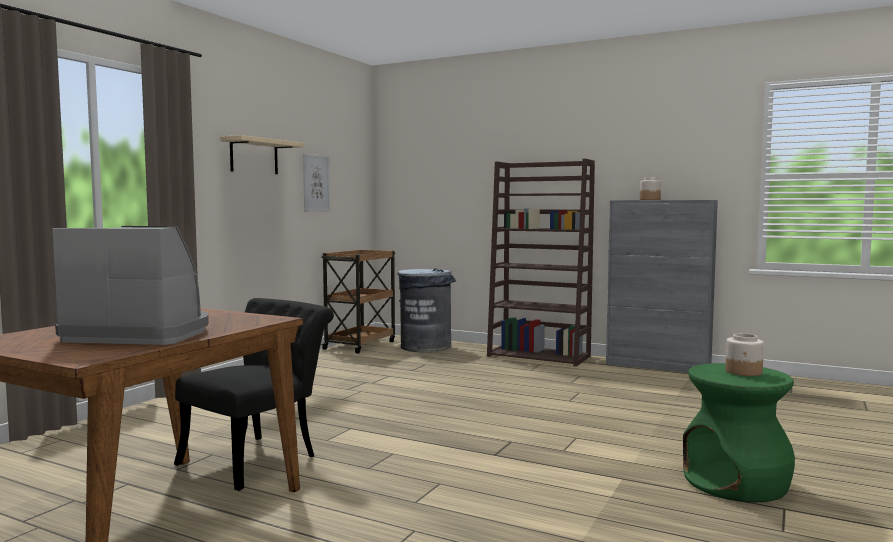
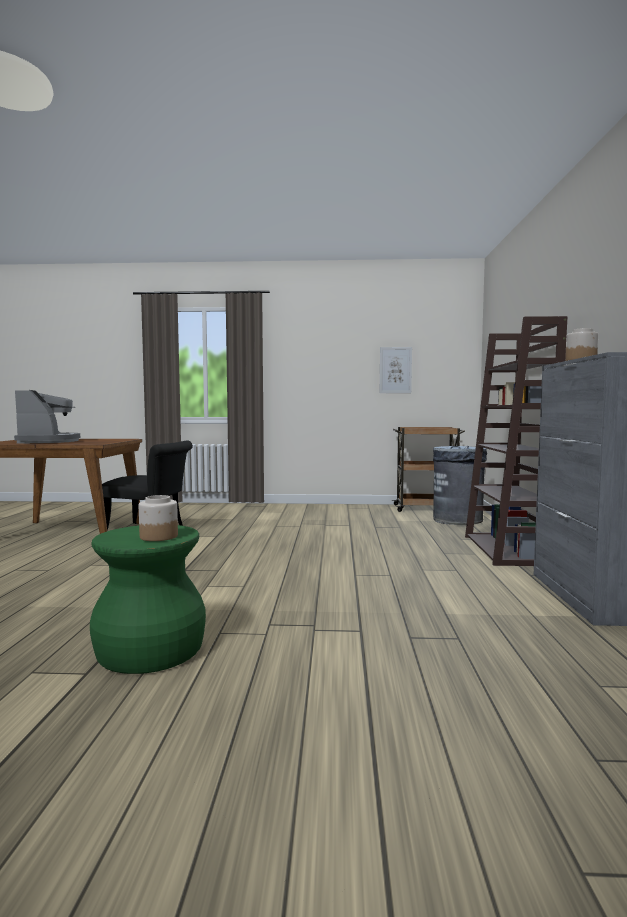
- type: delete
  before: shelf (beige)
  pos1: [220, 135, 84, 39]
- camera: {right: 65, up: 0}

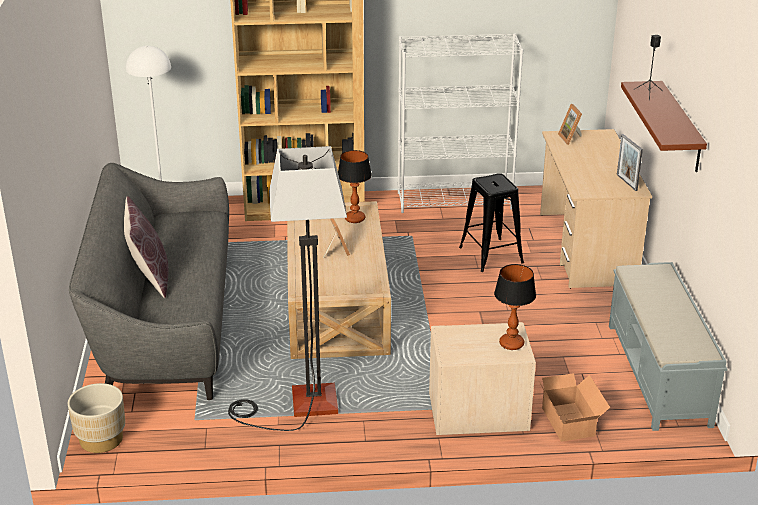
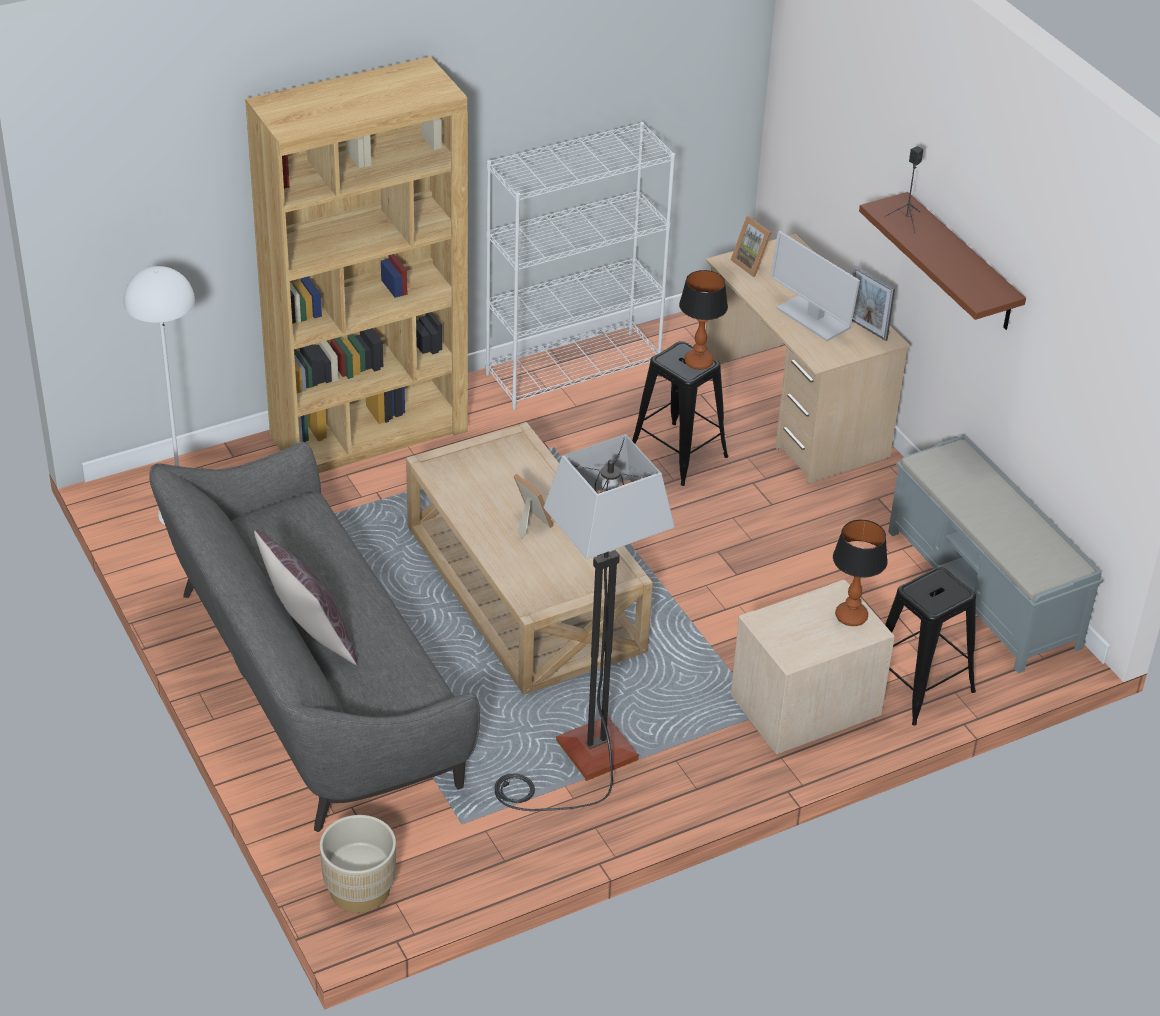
- type: move
  before: table lamp
  pos1: [338, 150, 34, 73]
  pos2: [679, 270, 49, 100]
- type: replace
  before: cardboard box
  after: stool (black)
  pos1: [539, 373, 71, 69]
  pos2: [885, 567, 91, 159]
- type: insert
  after: monitor
  pos2: [770, 231, 90, 110]
- camera: {right: -25, up: 10}

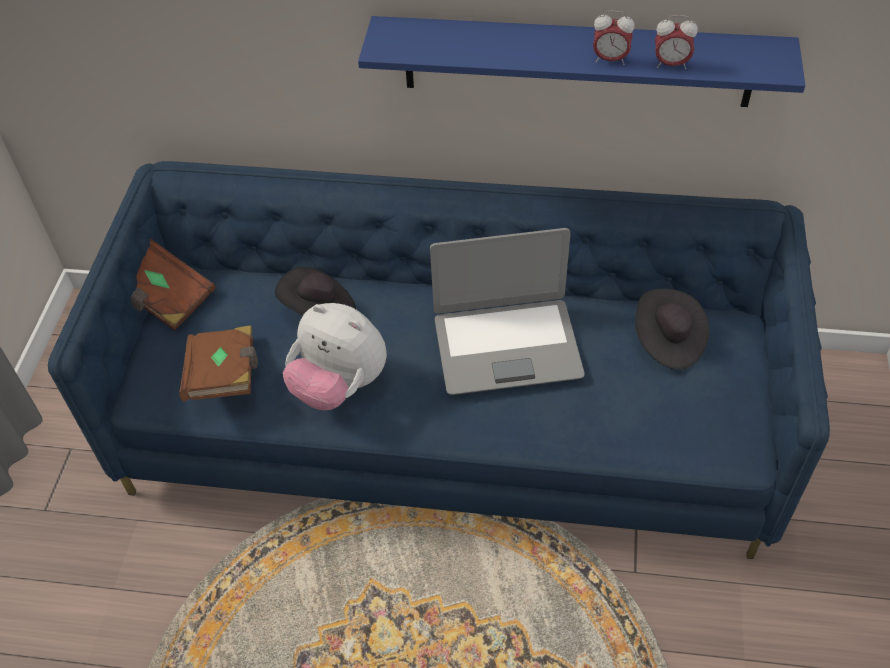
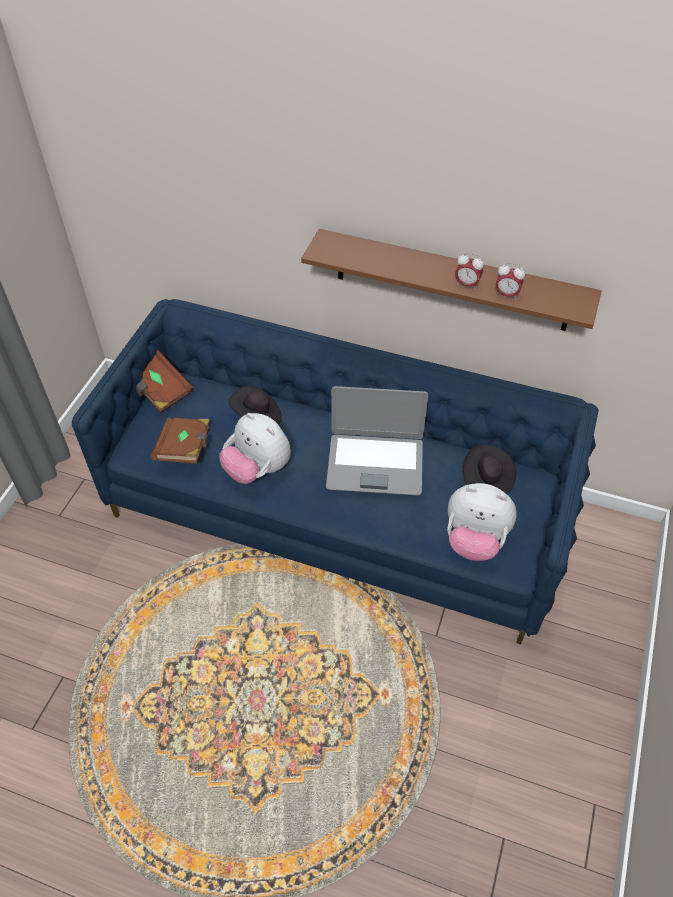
- type: recolor
  before: shelf (blue)
  after: shelf (brown)
  pos1: [358, 16, 447, 91]
  pos2: [301, 229, 300, 102]
- type: insert
  after: plush toy
  pos2: [447, 483, 70, 78]
- camera: {right: 10, up: 0}

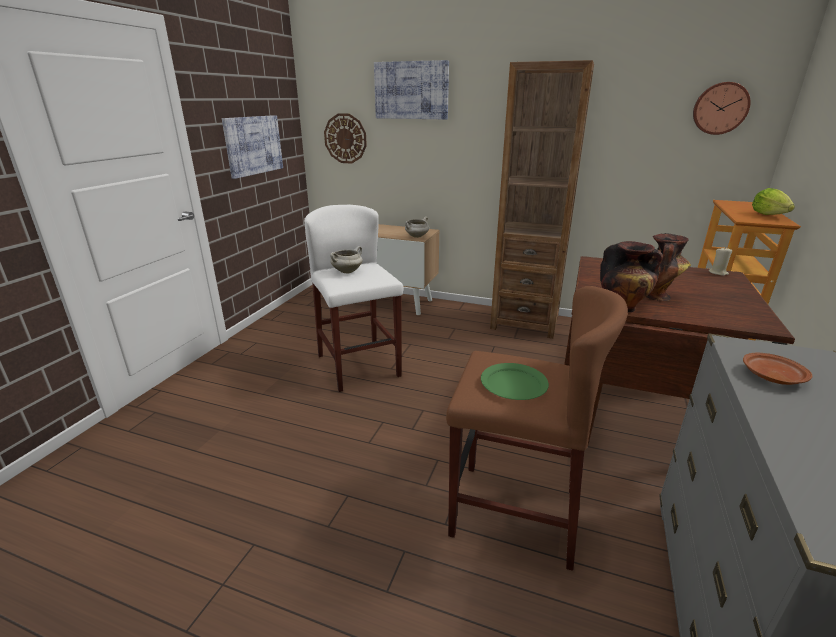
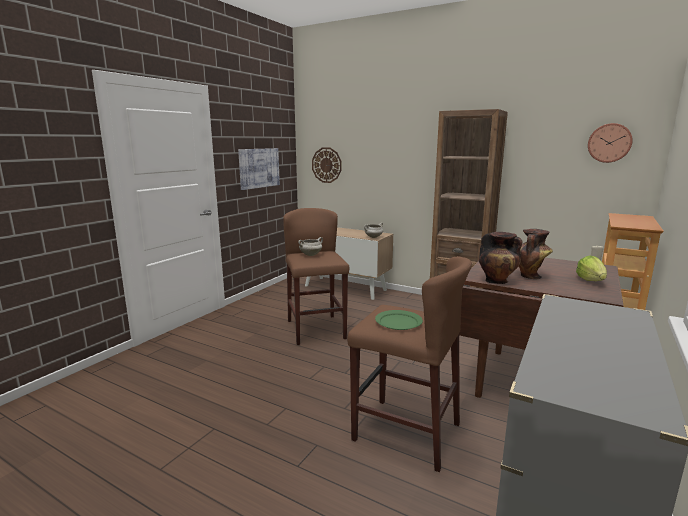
- type: delete
  before: picture
  pos1: [374, 60, 75, 59]
- type: move
  before: lettuce
  pos1: [752, 188, 43, 27]
  pos2: [576, 255, 31, 26]
- type: recolor
  before: stool (white)
  after: stool (brown)
  pos1: [304, 205, 99, 187]
  pos2: [283, 208, 66, 137]
- type: delete
  before: plate (brown)
  pos1: [743, 353, 69, 32]
- camera: {right: 10, up: -10}

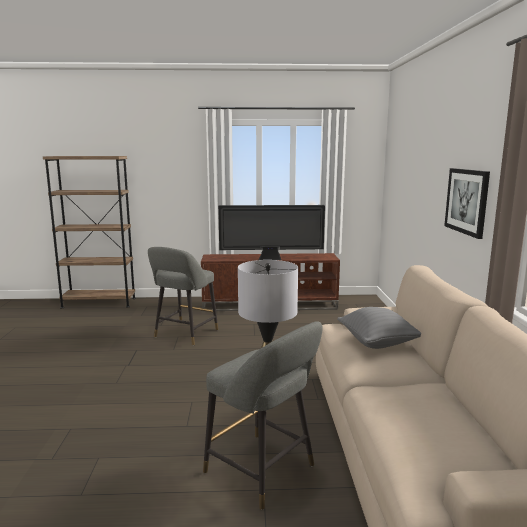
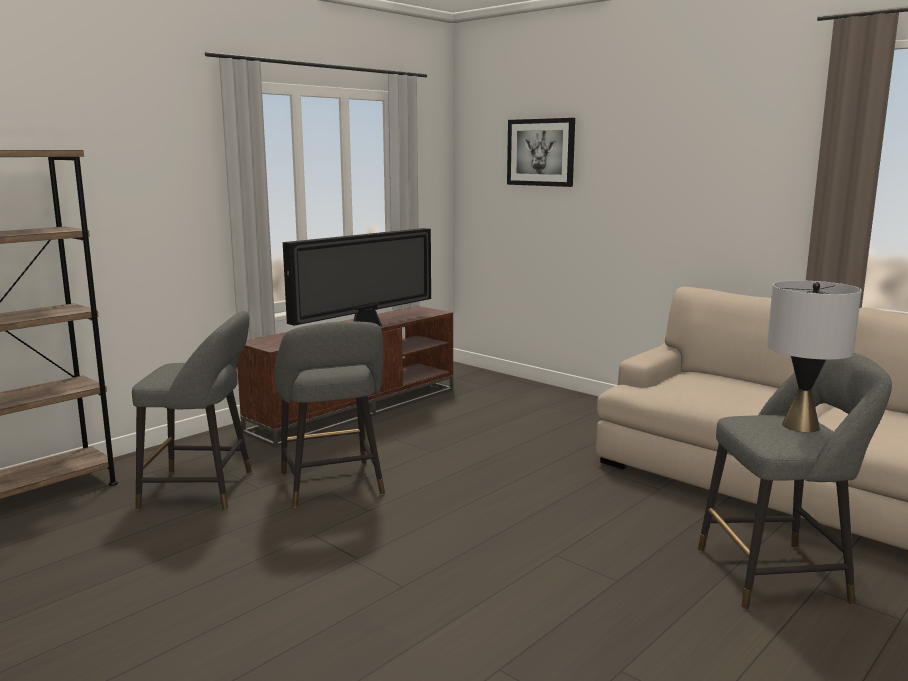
- type: move
  before: picture
  pos1: [444, 168, 46, 71]
  pos2: [507, 118, 68, 69]
- type: delete
  before: pillow (grey)
  pos1: [337, 307, 84, 42]
- type: insert
  after: stool (grey)
  pos2: [132, 311, 120, 199]
- camera: {right: -45, up: 0}

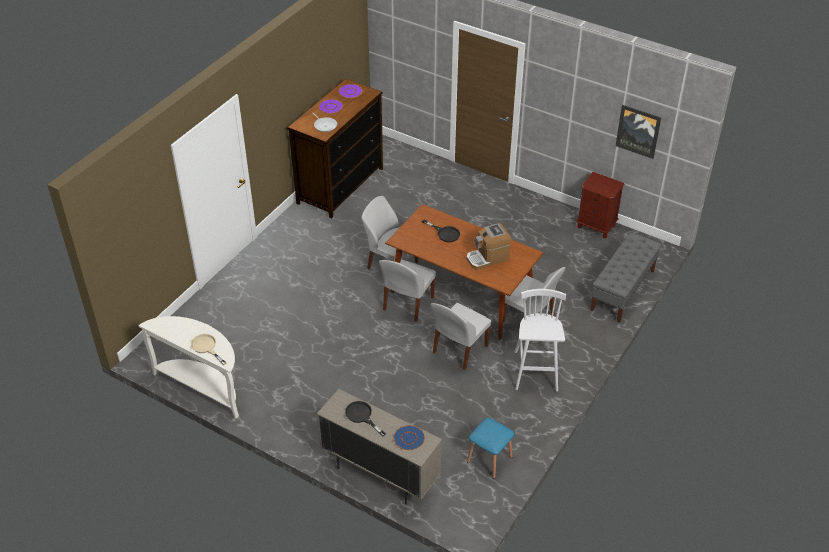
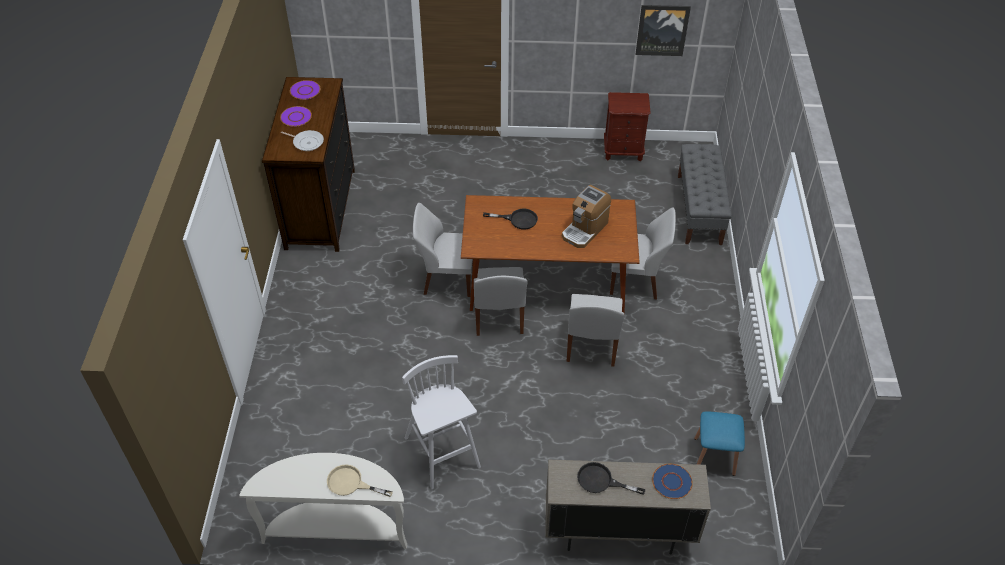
- type: move
  before: stool (white)
  pos1: [514, 289, 52, 103]
  pos2: [402, 355, 79, 134]
- camera: {right: -30, up: 5}

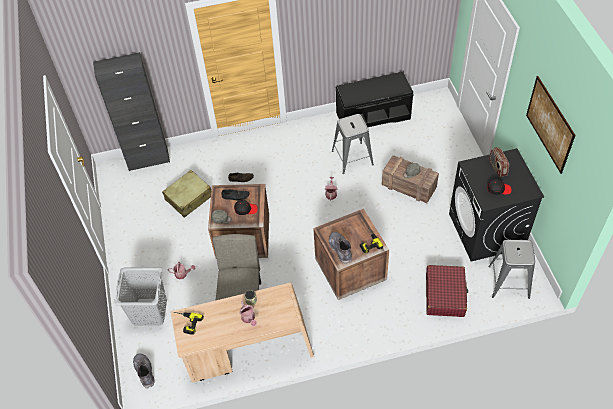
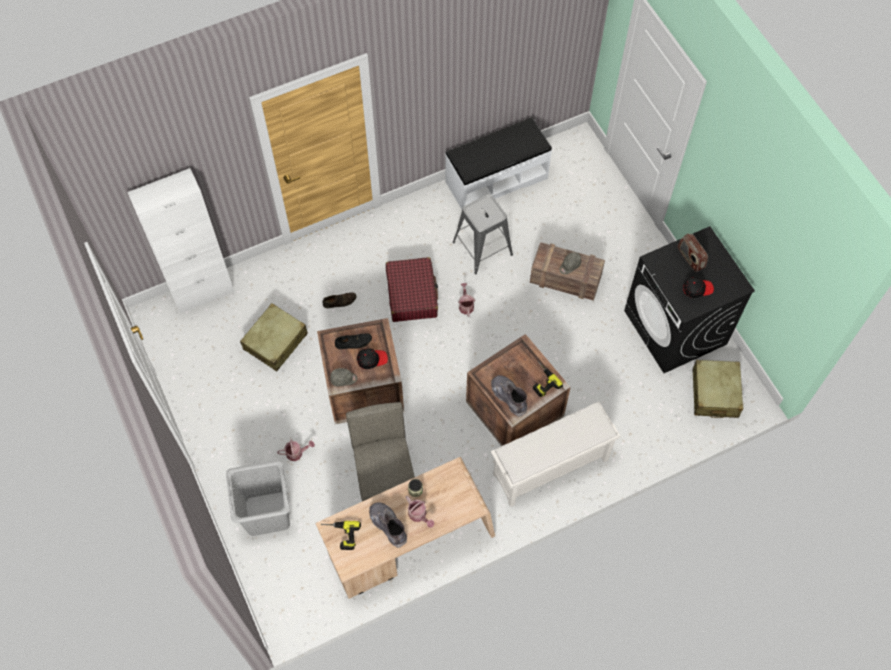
- type: recolor
  before: cabinet (black)
  after: cabinet (white)
  pos1: [93, 52, 77, 119]
  pos2: [127, 168, 107, 146]
- type: recolor
  before: bench (black)
  after: bench (white)
  pos1: [336, 71, 77, 58]
  pos2: [445, 117, 107, 92]
- type: delete
  before: picture
  pos1: [526, 76, 50, 98]
- type: replace
  before: stool (grey)
  after: suitcase (beige)
  pos1: [489, 240, 46, 59]
  pos2: [693, 360, 50, 58]
- type: move
  before: suitcase (red)
  pos1: [426, 265, 42, 52]
  pos2: [386, 257, 52, 65]
- type: move
  before: boot (grey)
  pos1: [133, 354, 22, 34]
  pos2: [369, 502, 38, 46]
- type: insert
  after: shoe rack (white)
  pos2: [491, 402, 130, 105]
- camera: {right: -15, up: 10}

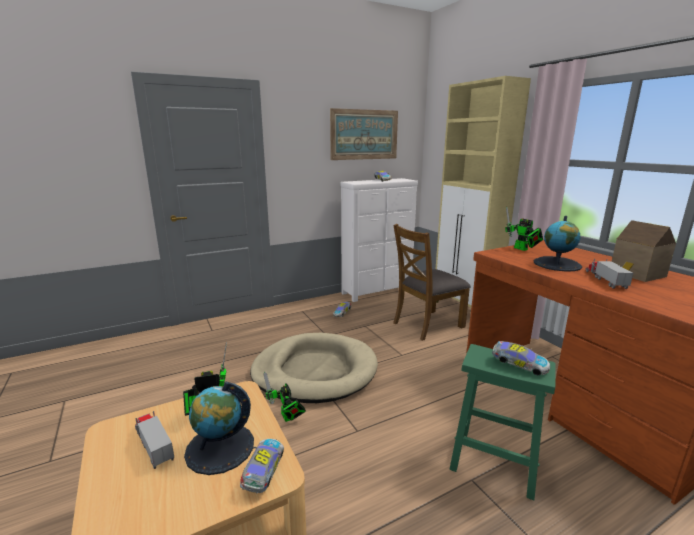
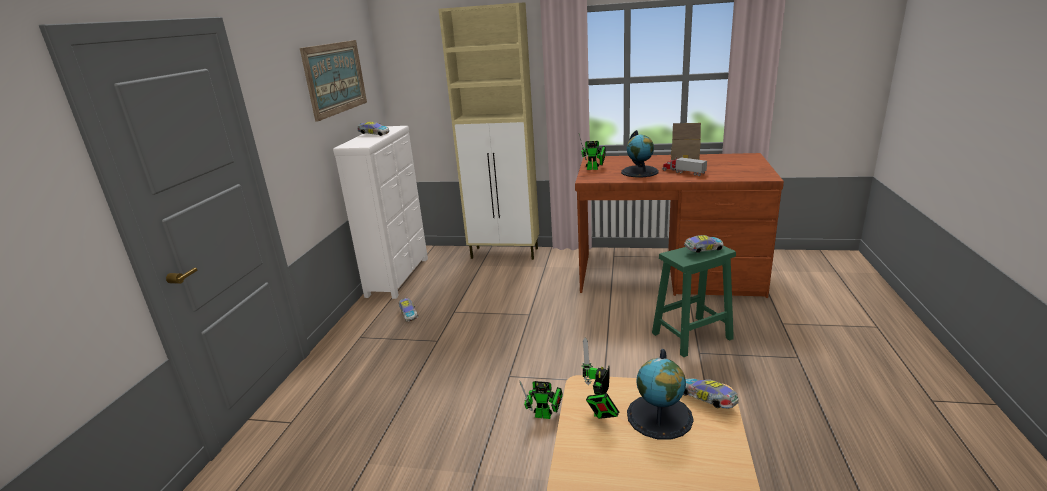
- type: delete
  before: chair (brown)
  pos1: [393, 224, 77, 117]
- type: delete
  before: dog bed (beige)
  pos1: [250, 333, 128, 70]
- type: delete
  before: toy truck
  pos1: [135, 411, 39, 58]
- camera: {right: -50, up: 5}

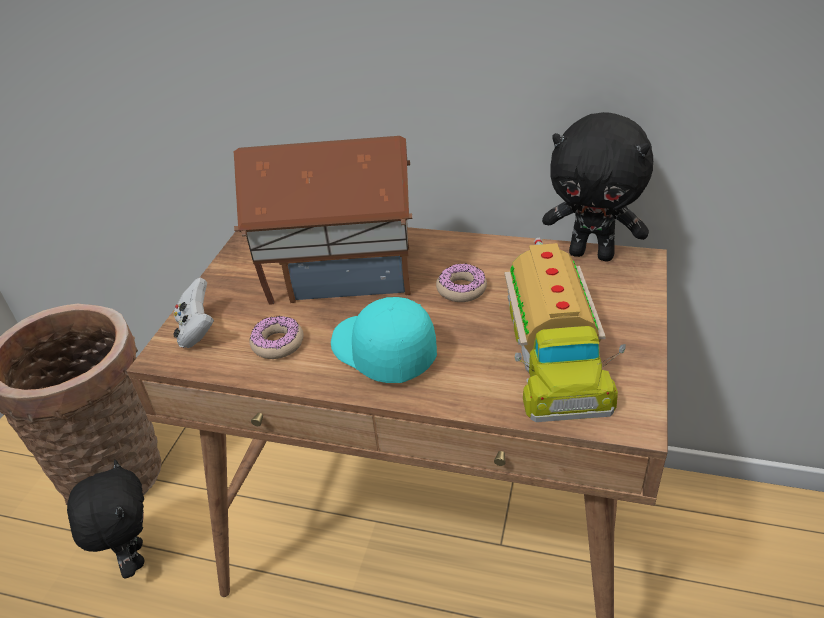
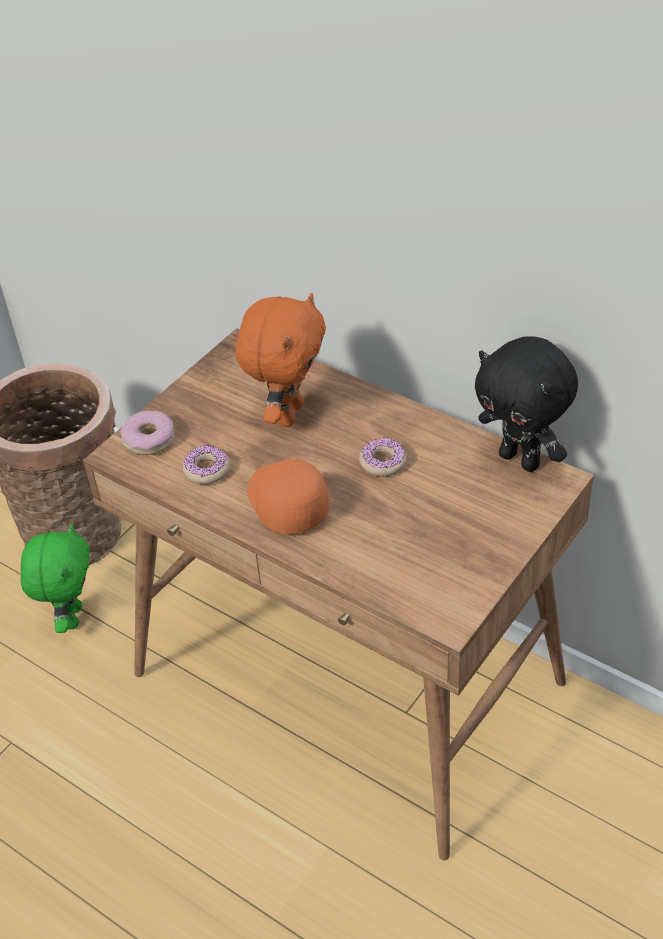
- type: replace
  before: toy house
  after: plush toy (orange)
  pos1: [234, 136, 178, 169]
  pos2: [236, 293, 90, 134]
- type: delete
  before: toy truck
  pos1: [504, 238, 121, 184]
- type: replace
  before: game controller (white)
  after: donut
  pos1: [173, 278, 41, 70]
  pos2: [121, 410, 53, 45]
- type: recolor
  before: cap (turquoise)
  after: cap (orange)
  pos1: [331, 297, 106, 86]
  pos2: [247, 459, 82, 76]
- type: recolor
  before: plush toy (black)
  after: plush toy (green)
  pos1: [67, 460, 77, 119]
  pos2: [20, 524, 70, 109]
- camera: {right: 20, up: 5}

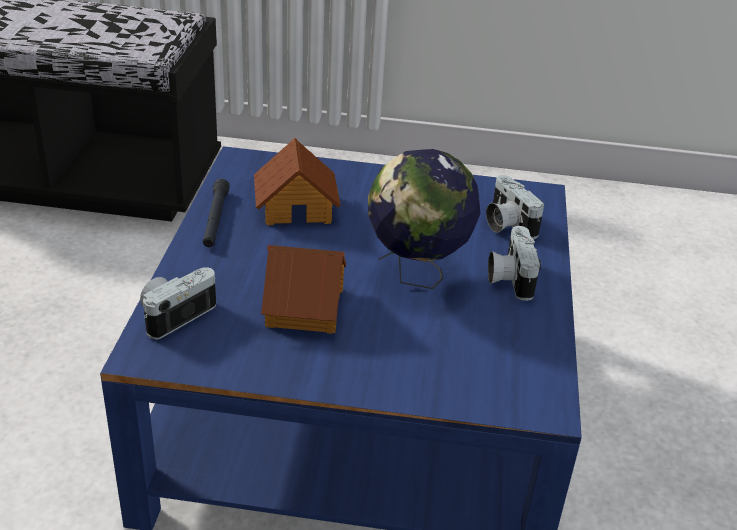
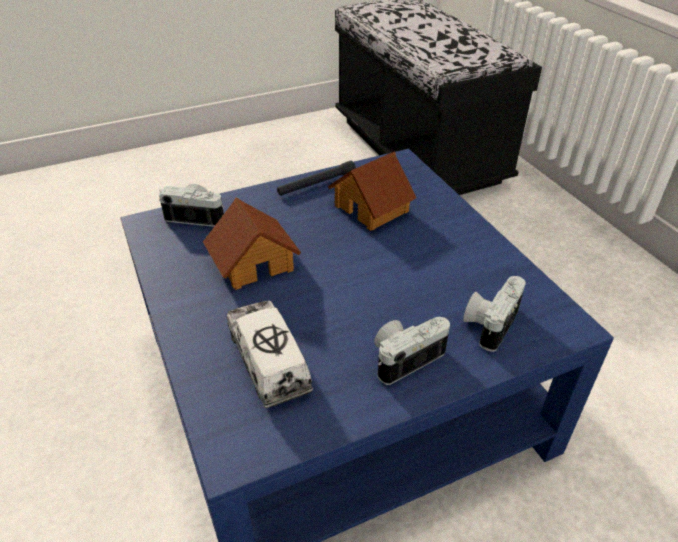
- type: delete
  before: globe
  pos1: [368, 149, 113, 140]
- type: insert
  after: toy truck
  pos2: [227, 301, 86, 107]
- camera: {right: 60, up: 5}

